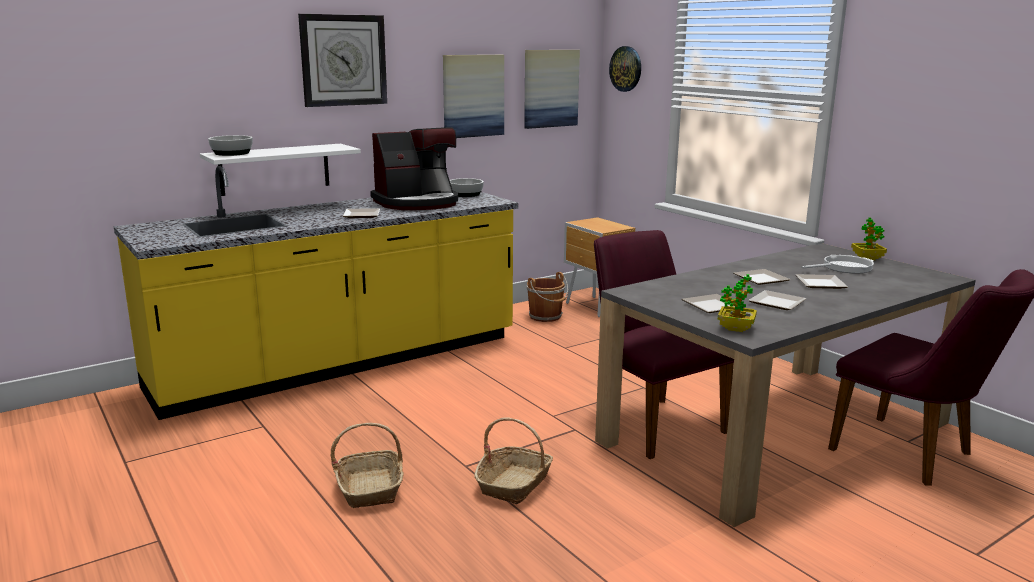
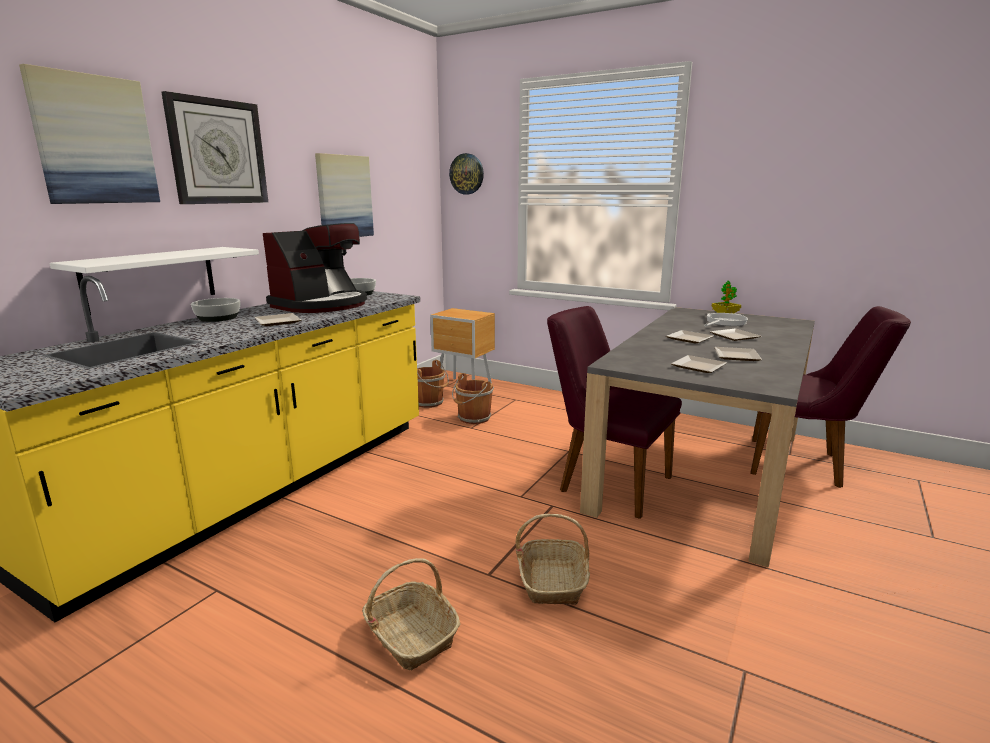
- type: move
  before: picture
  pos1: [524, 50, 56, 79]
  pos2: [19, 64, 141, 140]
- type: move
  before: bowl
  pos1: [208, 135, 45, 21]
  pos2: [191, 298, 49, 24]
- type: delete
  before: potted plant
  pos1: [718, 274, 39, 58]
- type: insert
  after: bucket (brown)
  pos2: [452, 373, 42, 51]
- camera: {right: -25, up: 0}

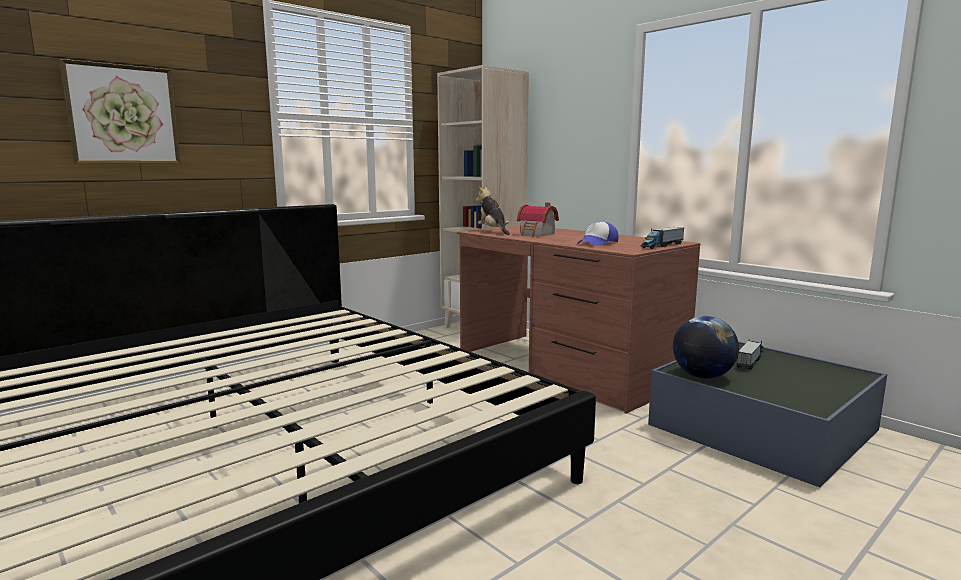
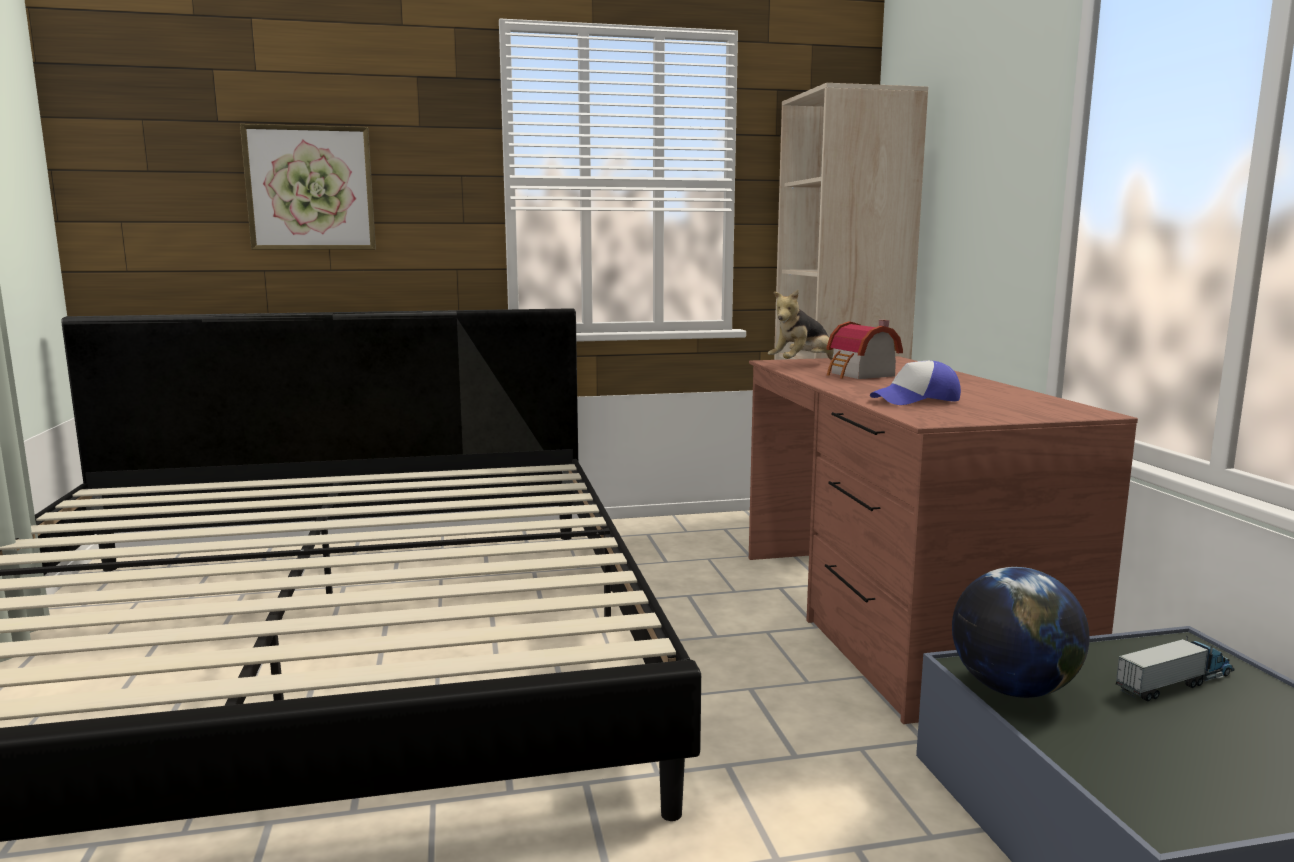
- type: rotate
  before: plush toy
  pos1: [476, 186, 34, 49]
  pos2: [768, 290, 66, 70]
  turn: -135
- type: delete
  before: toy truck
  pos1: [641, 227, 43, 22]
- camera: {right: 30, up: 0}

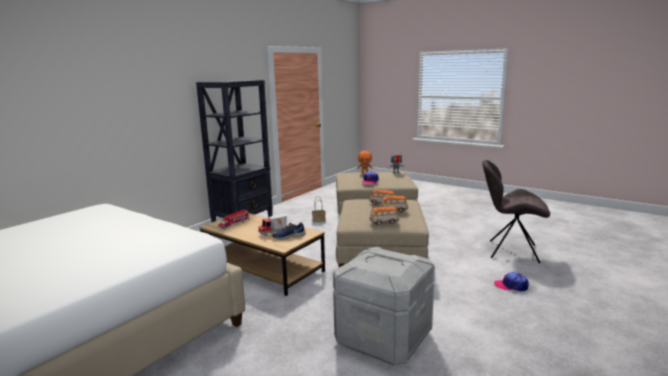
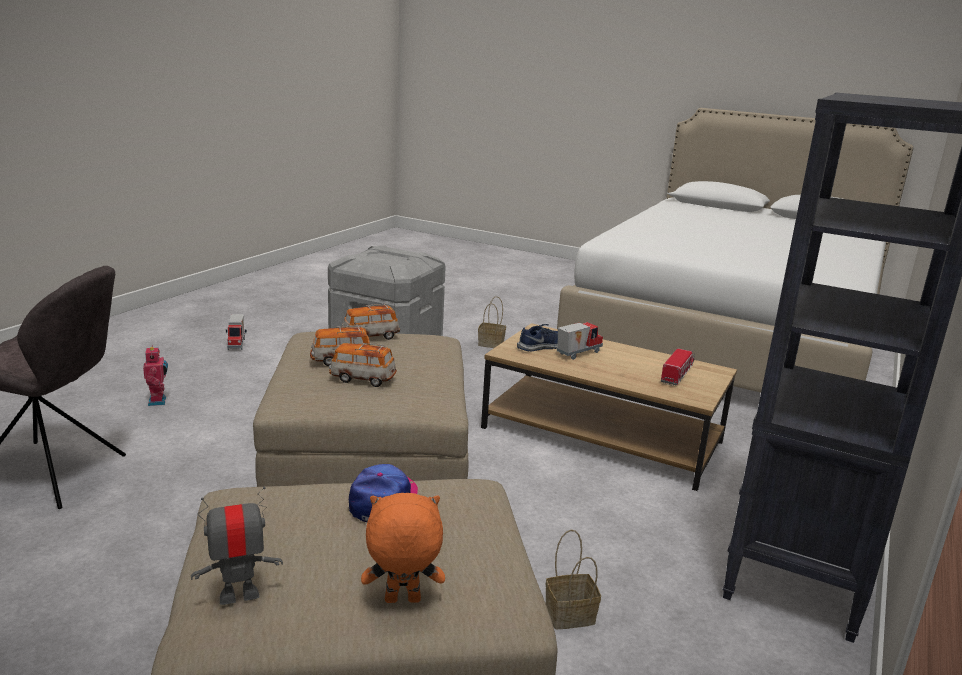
- type: replace
  before: cap
  after: toy robot
  pos1: [494, 272, 35, 20]
  pos2: [143, 345, 25, 61]
- type: insert
  after: basket
  pos2: [478, 296, 28, 52]
- type: insert
  after: toy truck
  pos2: [226, 314, 21, 36]
- camera: {right: 170, up: 5}

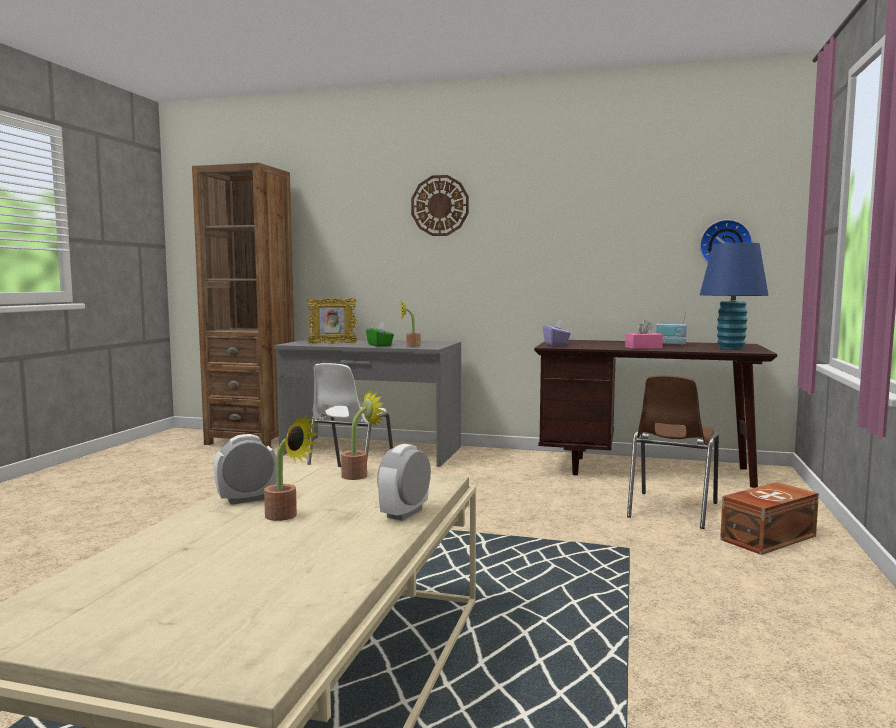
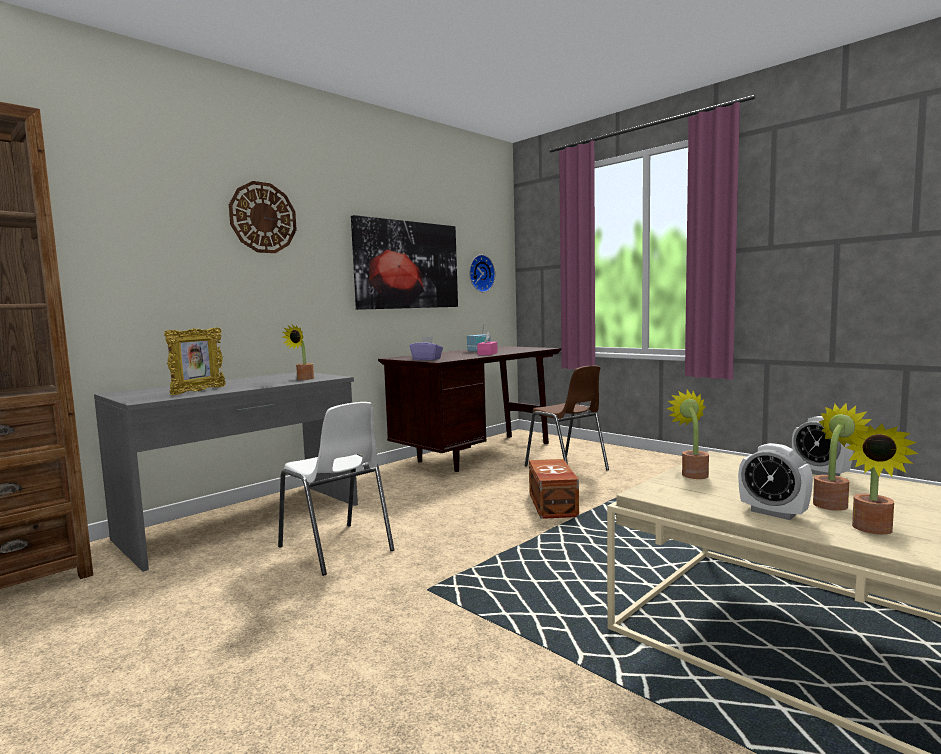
- type: delete
  before: table lamp (blue)
  pos1: [700, 243, 68, 107]
- type: delete
  before: tissue box (green)
  pos1: [366, 322, 28, 25]
- type: rotate
  before: alarm clock
  pos1: [214, 434, 63, 71]
  pos2: [738, 443, 75, 77]
  turn: -45
- type: move
  before: storage box (brown)
  pos1: [720, 482, 99, 73]
  pos2: [529, 459, 50, 60]
- type: insert
  after: picture
  pos2: [351, 215, 107, 95]
- type: insert
  after: potted plant
  pos2: [846, 424, 73, 111]
- camera: {right: -60, up: 0}

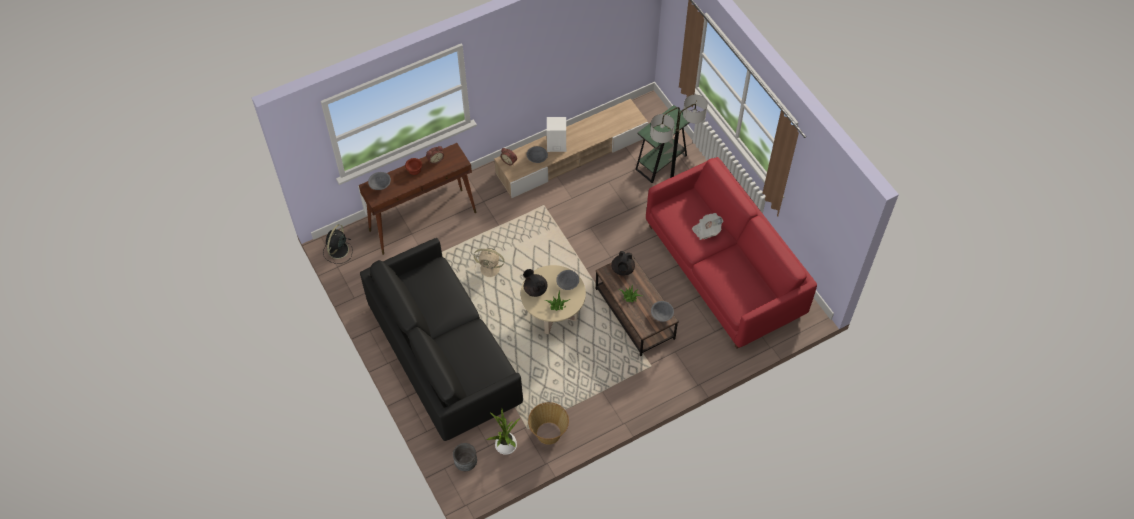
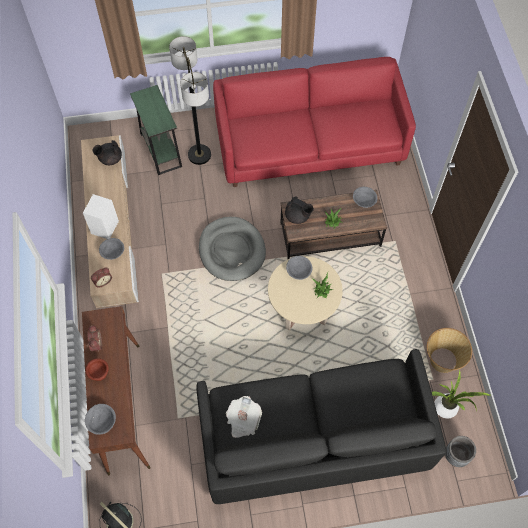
- type: move
  before: newspaper
  pos1: [692, 213, 31, 27]
  pos2: [226, 396, 36, 42]
- type: delete
  before: fan (beige)
  pos1: [474, 248, 30, 30]
- type: move
  before: teapot (black)
  pos1: [523, 269, 25, 28]
  pos2: [93, 140, 29, 25]
- type: insert
  after: dog bed (grey)
  pos2: [199, 217, 67, 64]
- camera: {right: -70, up: 5}

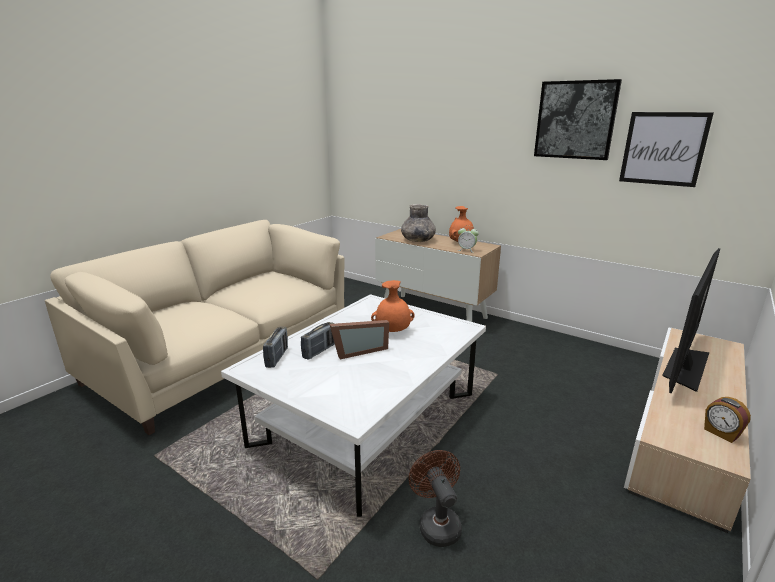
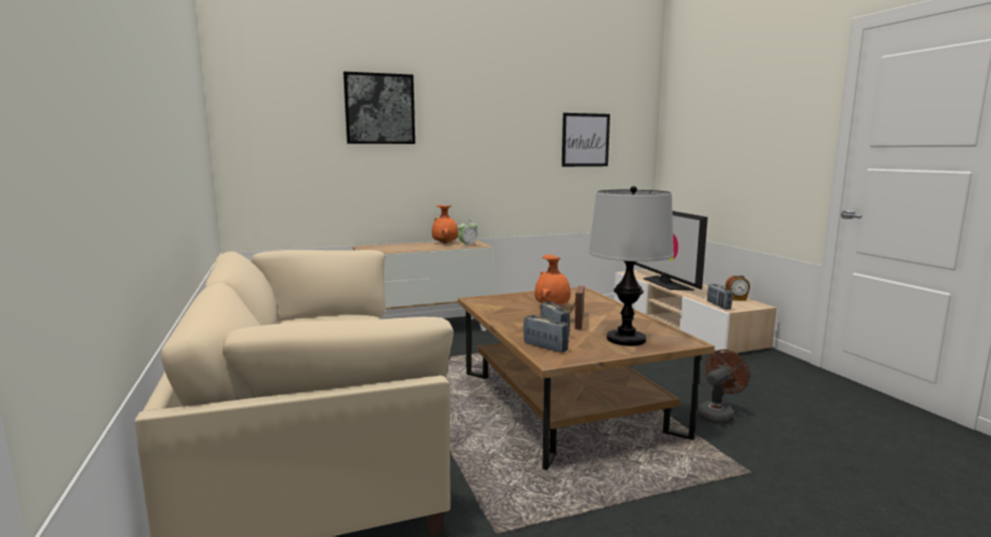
- type: move
  before: picture
  pos1: [534, 79, 88, 81]
  pos2: [343, 72, 72, 72]
- type: delete
  before: vase (grey)
  pos1: [401, 204, 35, 38]
- type: recolor
  before: coffee table (white)
  after: coffee table (brown)
  pos1: [221, 294, 265, 223]
  pos2: [458, 287, 257, 183]
- type: rotate
  before: fan (brown)
  pos1: [409, 450, 53, 97]
  pos2: [697, 350, 53, 75]
  turn: 120
- type: insert
  after: table lamp
  pos2: [589, 186, 85, 160]
- type: insert
  after: radio
  pos2: [707, 284, 26, 26]
- camera: {right: -55, up: -10}

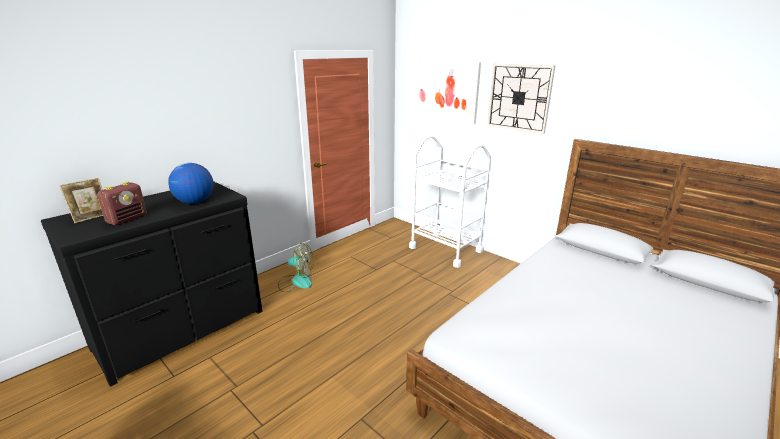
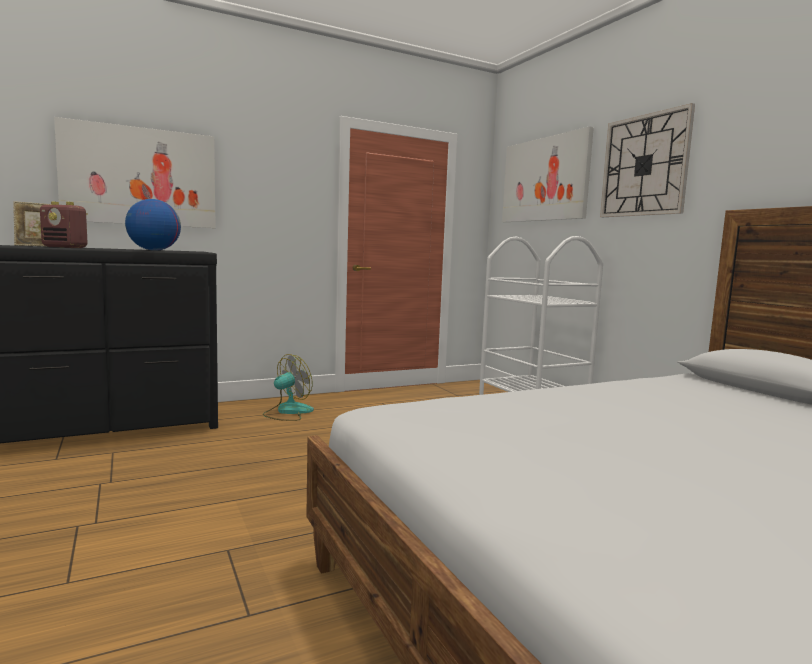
- type: rotate
  before: radio
  pos1: [97, 181, 49, 44]
  pos2: [40, 202, 48, 46]
  turn: 60
- type: rotate
  before: fan
  pos1: [278, 243, 35, 50]
  pos2: [263, 354, 51, 67]
  turn: -75
- type: insert
  after: picture
  pos2: [54, 117, 162, 111]
- camera: {right: 20, up: -15}

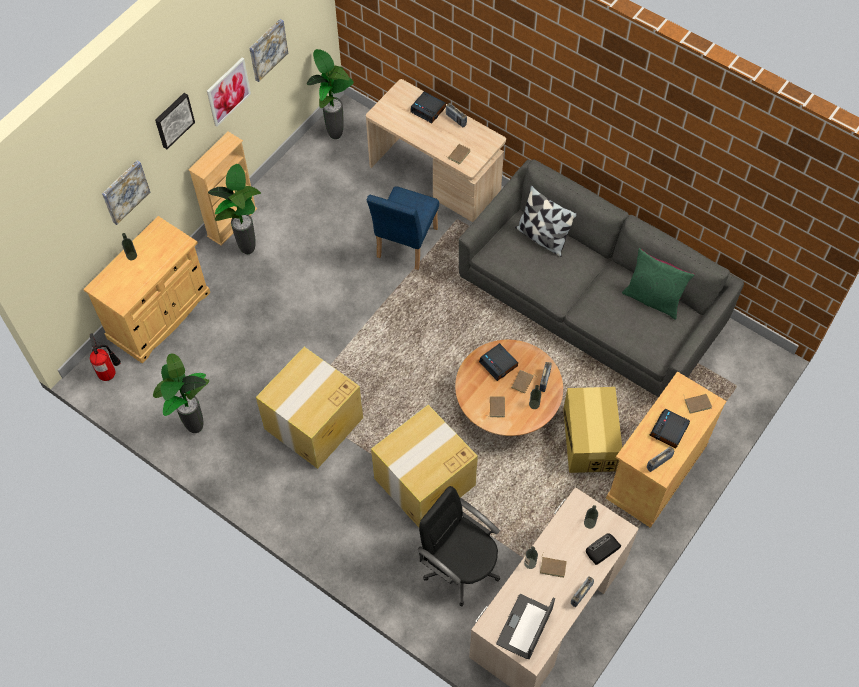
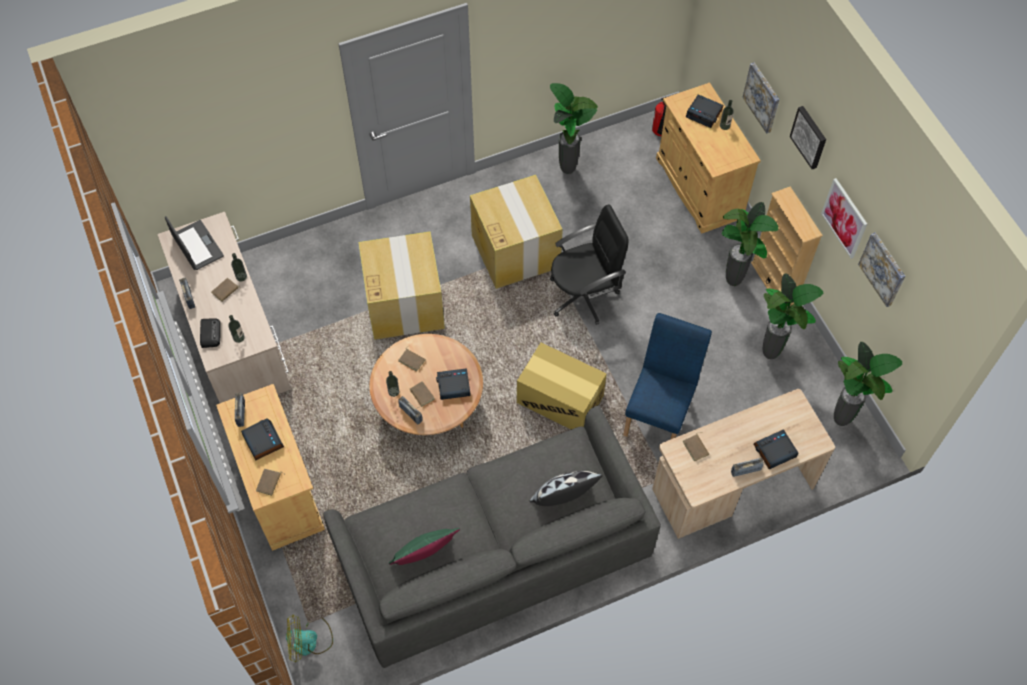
- type: rotate
  before: chair (blue)
  pos1: [366, 186, 73, 84]
  pos2: [623, 313, 89, 126]
  turn: 60
- type: move
  before: cardboard box
  pos1: [563, 387, 59, 86]
  pos2: [517, 343, 90, 86]
- type: move
  before: office chair (black)
  pos1: [417, 486, 83, 120]
  pos2: [550, 205, 78, 120]
- type: insert
  after: alarm clock
  pos2: [686, 94, 37, 34]
- type: insert
  after: potted plant
  pos2: [763, 274, 60, 85]
- type: insert
  after: fan
  pos2: [286, 615, 47, 47]
- camera: {right: 120, up: 0}

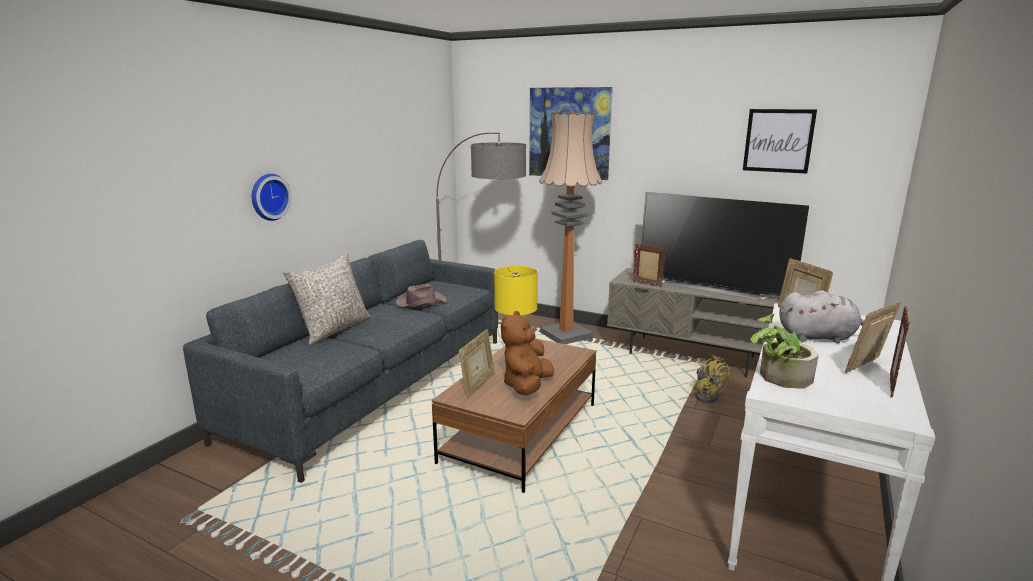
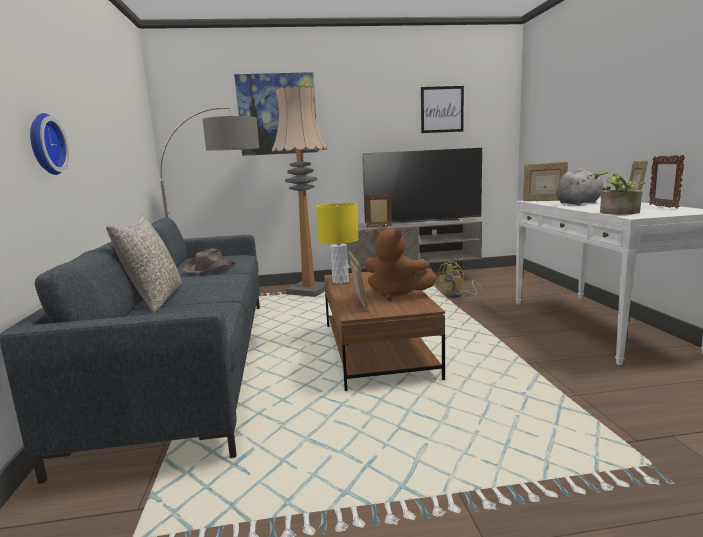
- type: rotate
  before: plush toy (brown)
  pos1: [501, 311, 53, 84]
  pos2: [365, 228, 72, 73]
  turn: -45
- type: rotate
  before: fan (yellow)
  pos1: [695, 355, 35, 48]
  pos2: [436, 261, 46, 37]
  turn: 105
- camera: {right: -35, up: -5}

